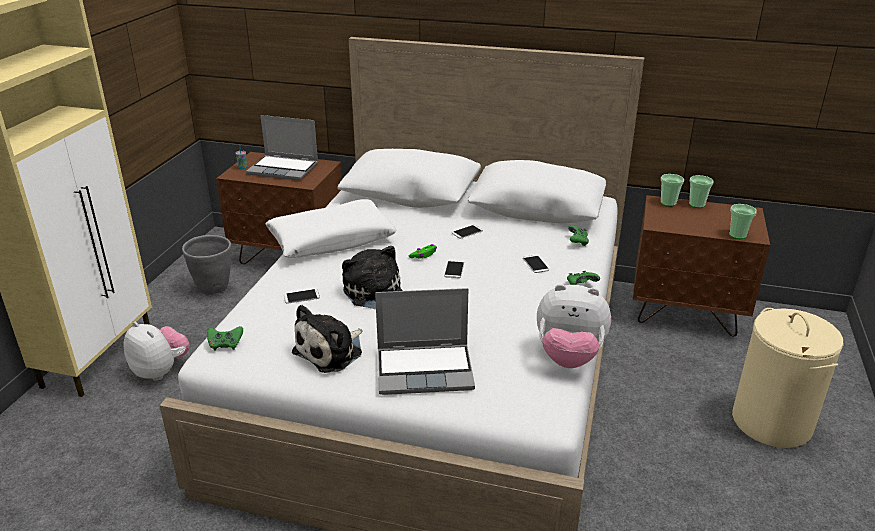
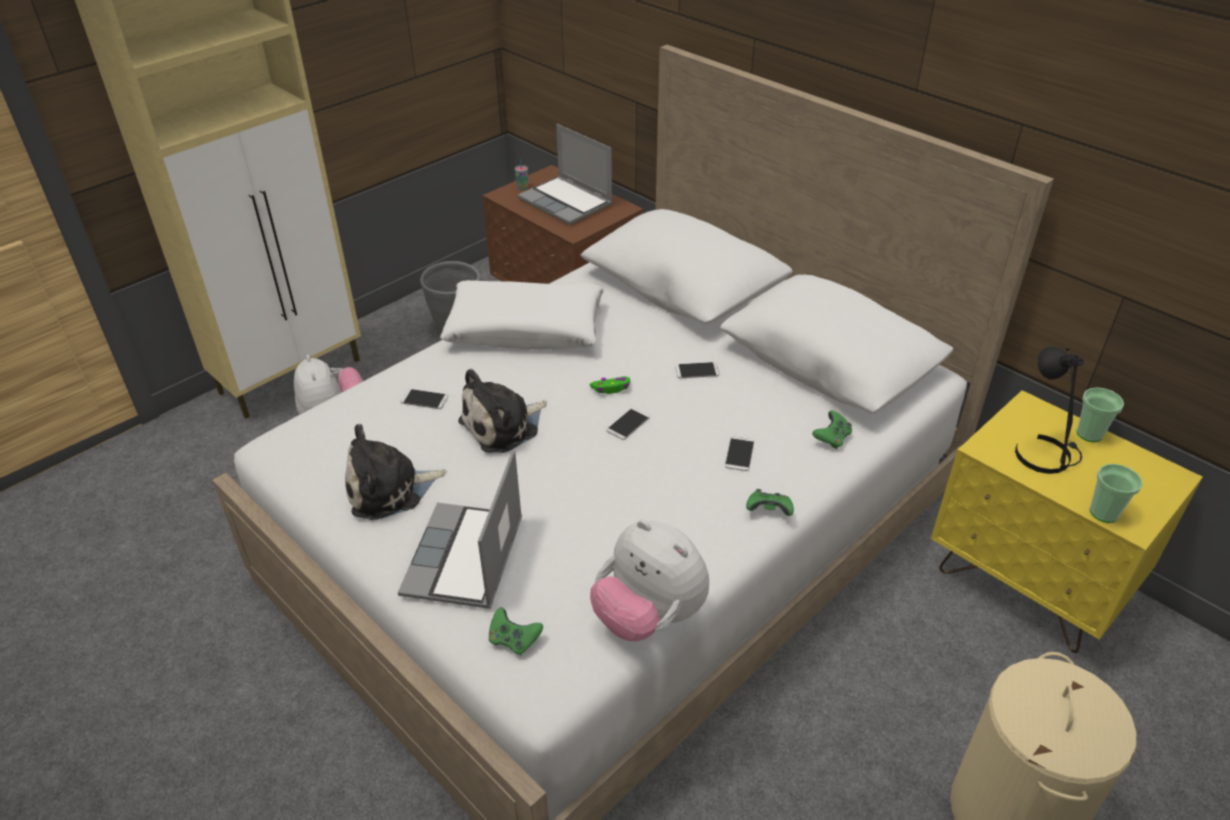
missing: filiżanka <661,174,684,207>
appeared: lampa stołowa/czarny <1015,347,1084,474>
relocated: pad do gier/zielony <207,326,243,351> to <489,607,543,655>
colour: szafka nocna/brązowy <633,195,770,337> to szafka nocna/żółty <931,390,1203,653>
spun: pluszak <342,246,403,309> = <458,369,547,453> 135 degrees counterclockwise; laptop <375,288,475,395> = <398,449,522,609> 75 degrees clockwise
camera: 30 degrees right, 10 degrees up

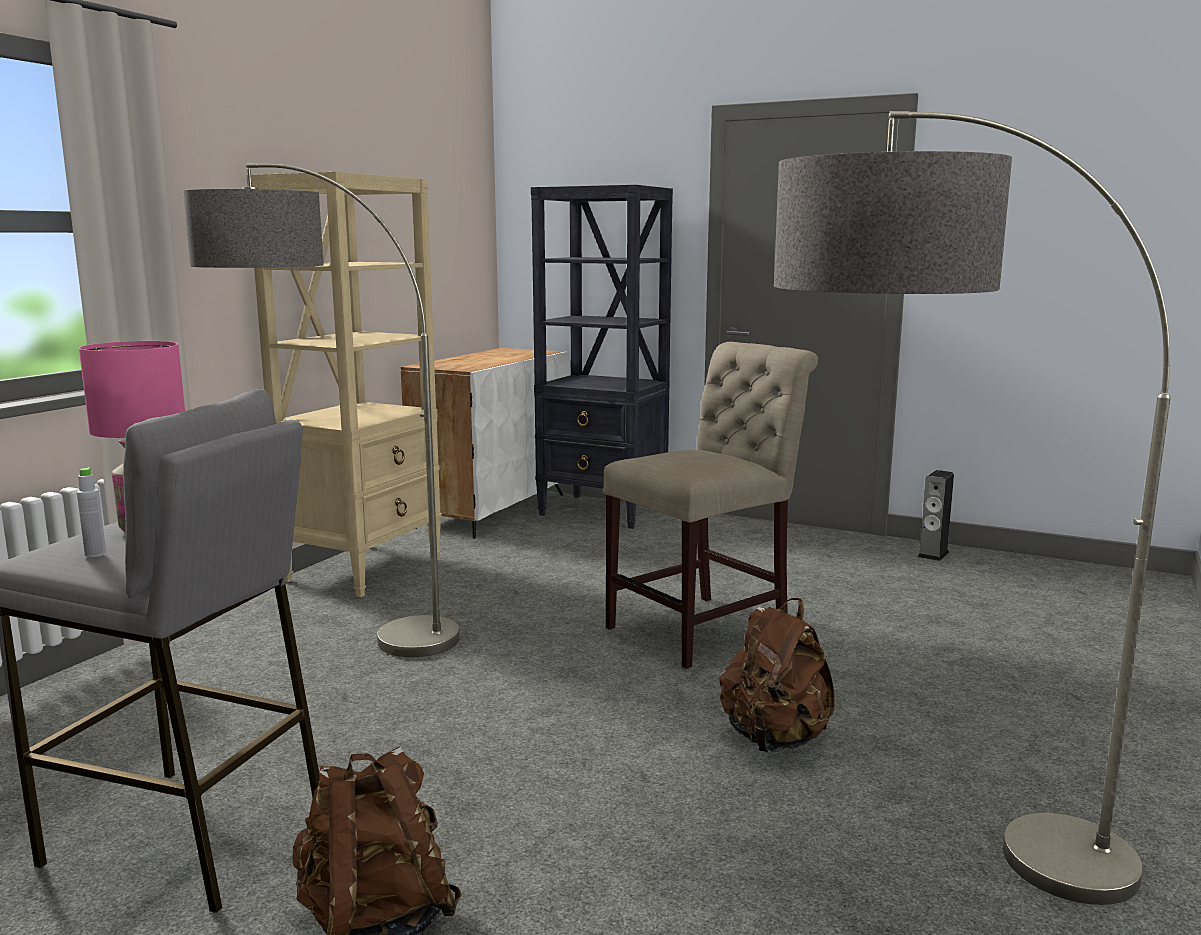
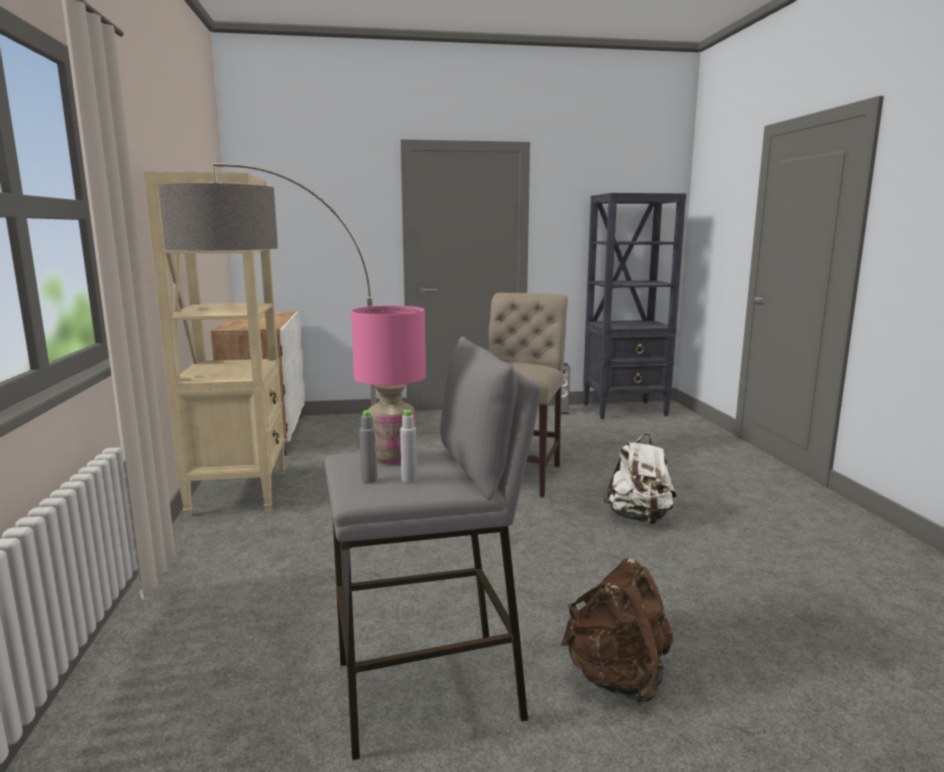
missing: lampa stojąca <774,111,1171,905>
appeared: butelka/szary <359,410,377,483>
relocated: regał/czarny <531,185,673,529> to <583,193,686,419>
colour: plecak/brązowy <720,598,835,752> to plecak/biały <603,433,677,524>
camera: 35 degrees left, 0 degrees up

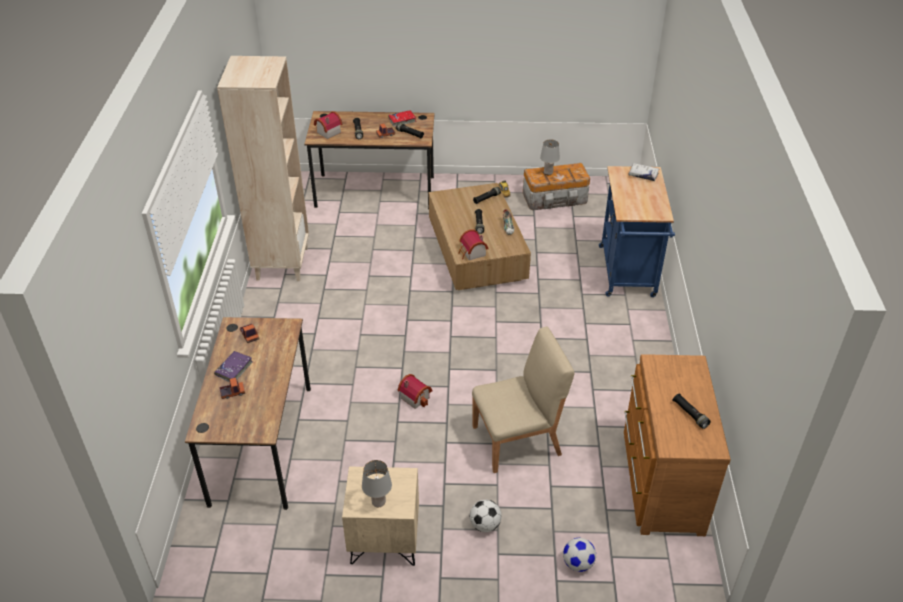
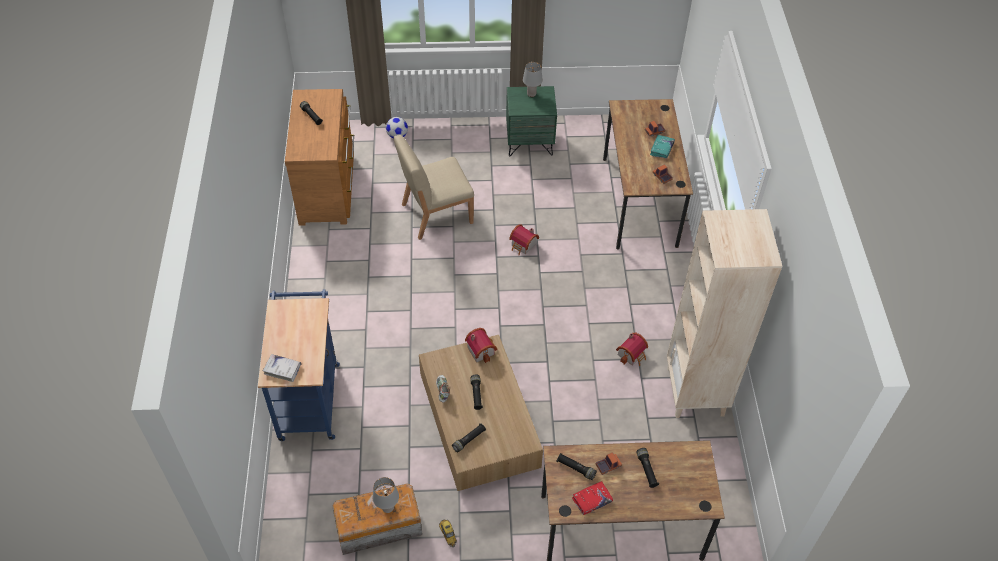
missing: piłka futbolowa <470,500,502,532>
relocated: domek <314,111,343,139> to <616,333,648,366>
colour: książka/fioletowy <214,351,253,382> to książka/turkusowy <650,135,675,159>; szafka nocna/beżowy <342,466,419,566> to szafka nocna/zielony <506,86,557,157>
camera: 175 degrees right, 10 degrees up

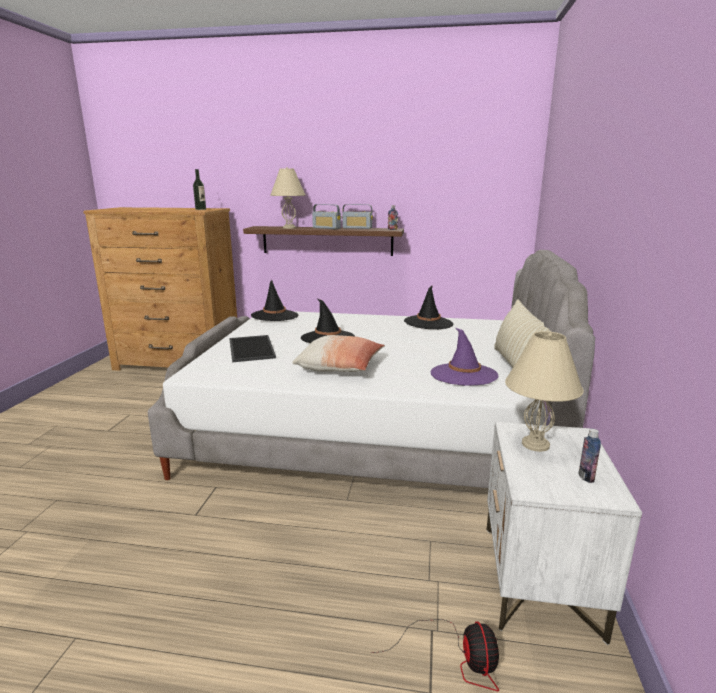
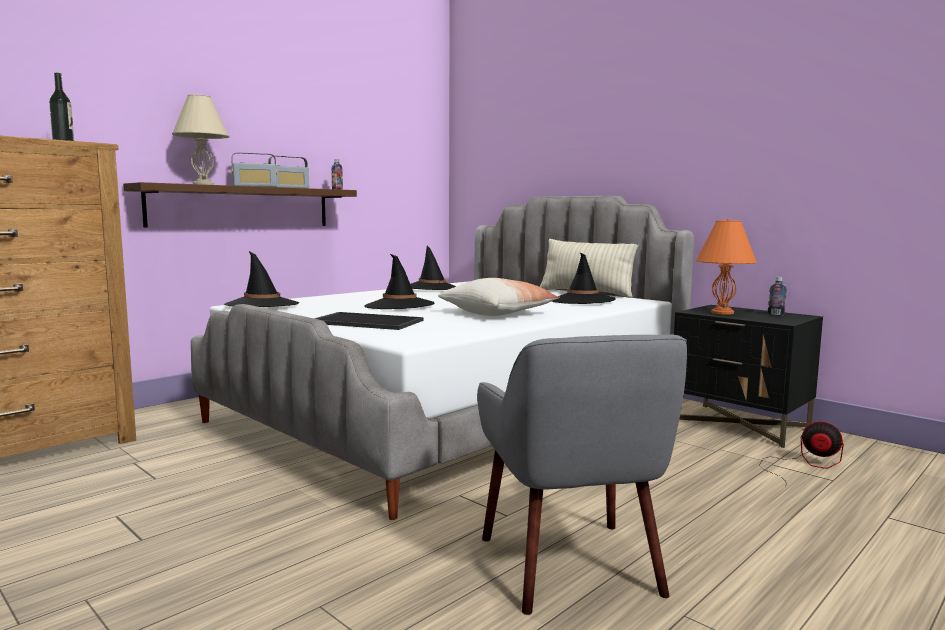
appeared: fotel/szary <477,334,687,615>
colour: kapelusz/fioletowy <430,328,498,386> to kapelusz/czarny <552,252,616,304>; lampa stołowa/beżowy <505,331,584,452> to lampa stołowa/pomarańczowy <696,218,757,315>; szafka nocna/biały <487,422,642,645> to szafka nocna/czarny <674,305,823,448>
camera: 55 degrees left, 10 degrees down

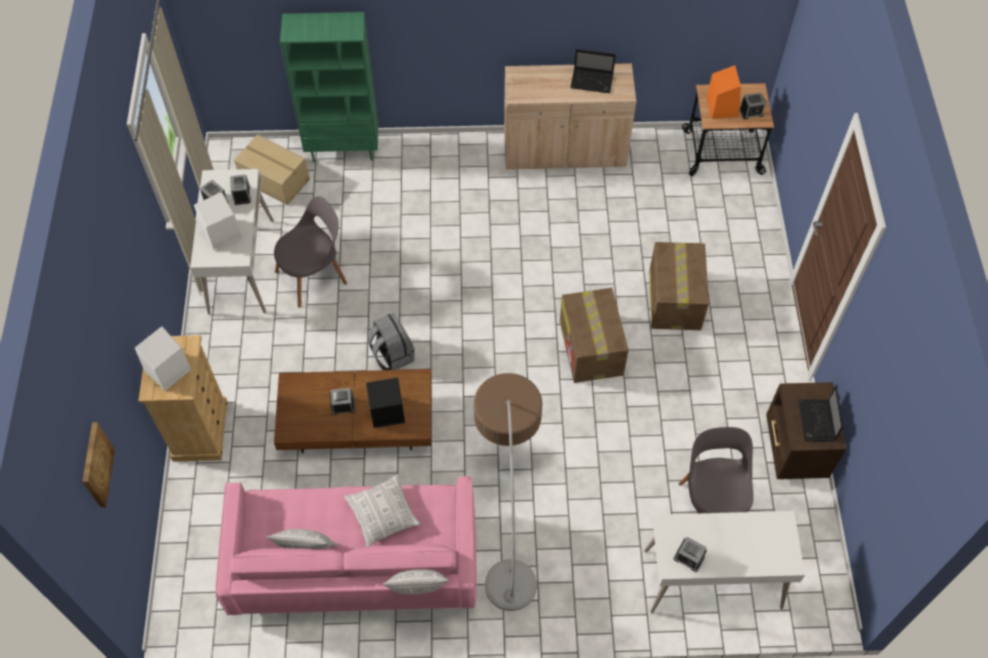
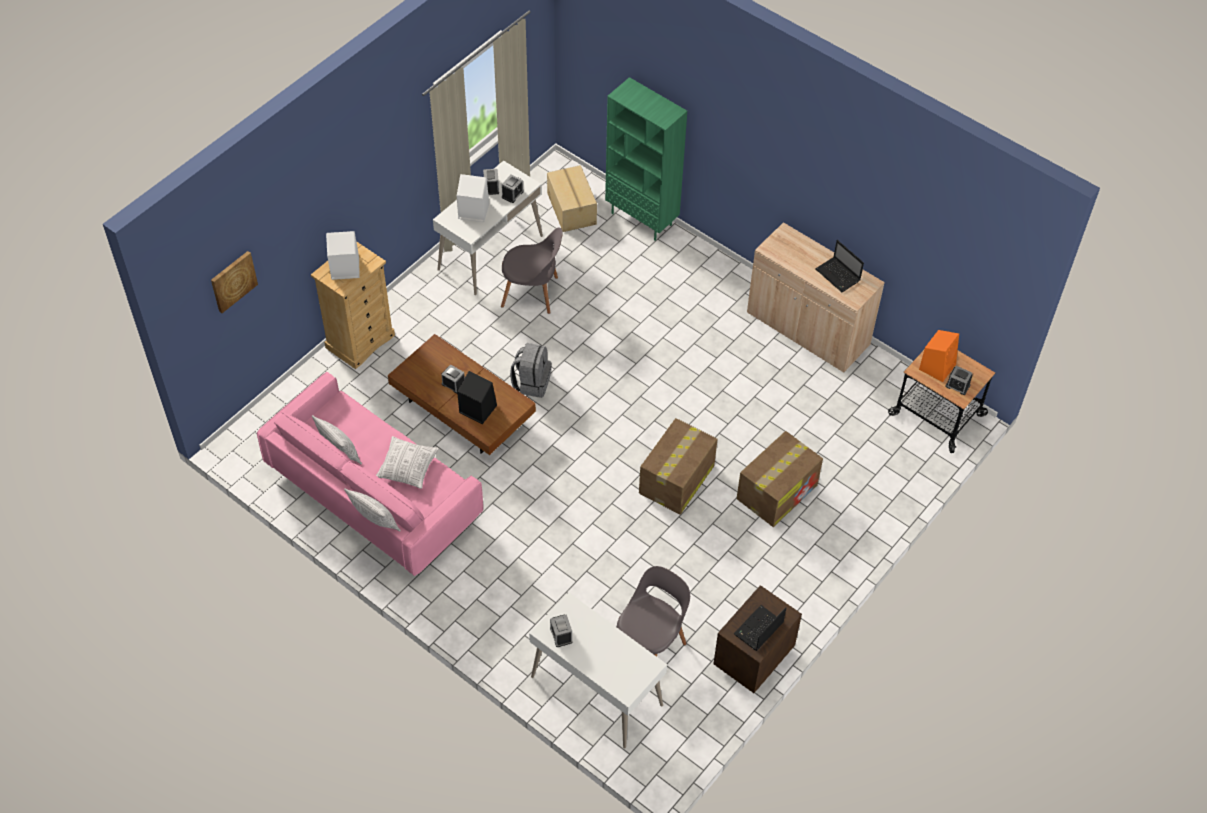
missing: lampa stojąca <474,373,542,611>
camera: 40 degrees right, 5 degrees down

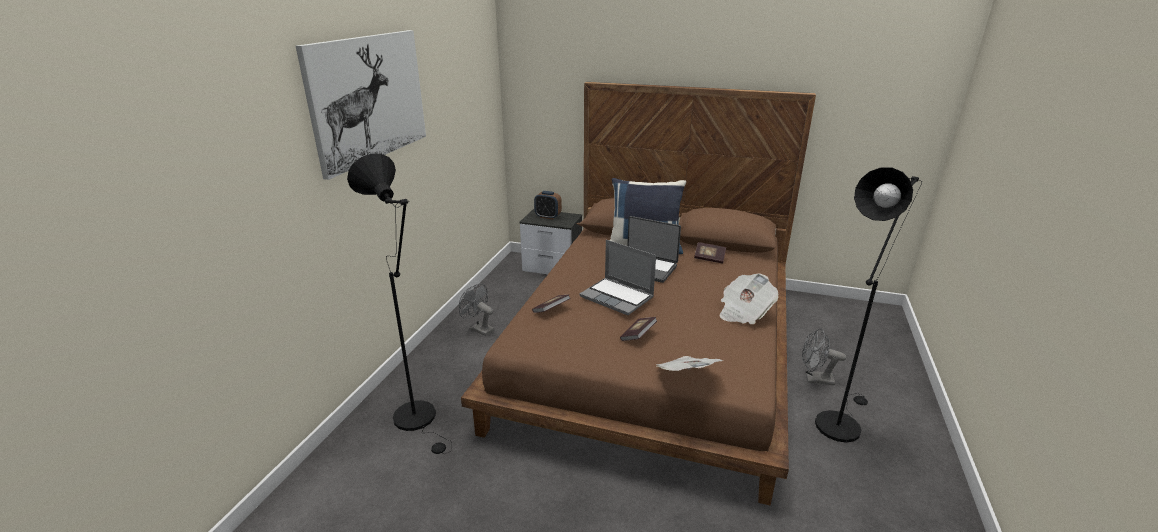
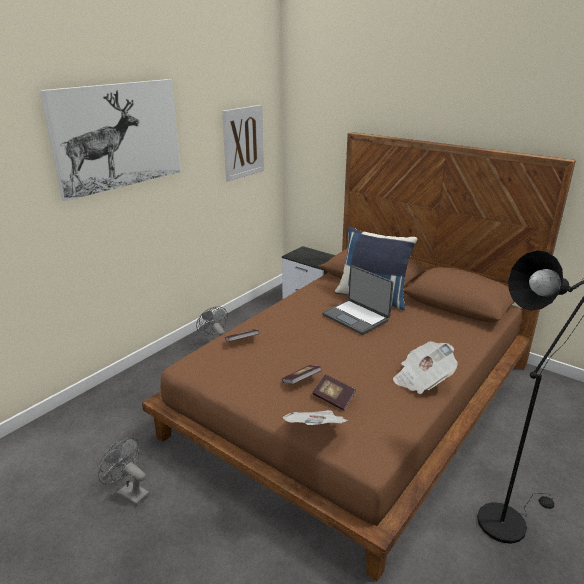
missing: lampa stojąca/czarny <347,154,451,454>; budzik <534,191,562,219>; laptop <579,240,656,315>
appeared: obraz <222,105,264,181>
relocated: książka <694,242,726,264> to <312,374,356,411>; wentylator/szary <802,328,846,385> to <98,437,149,506>
camera: 20 degrees right, 0 degrees up

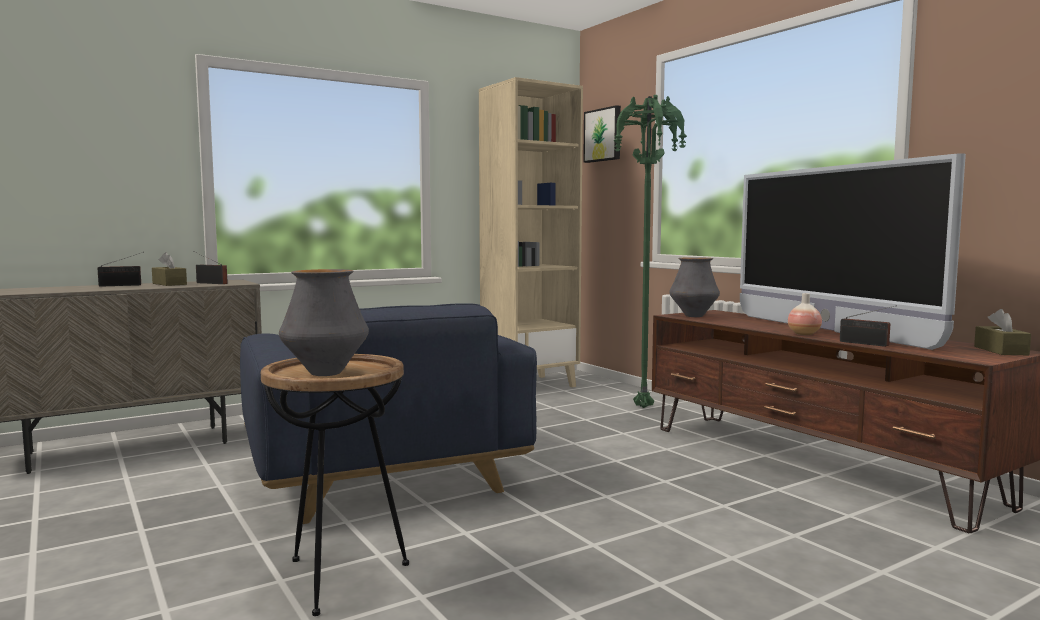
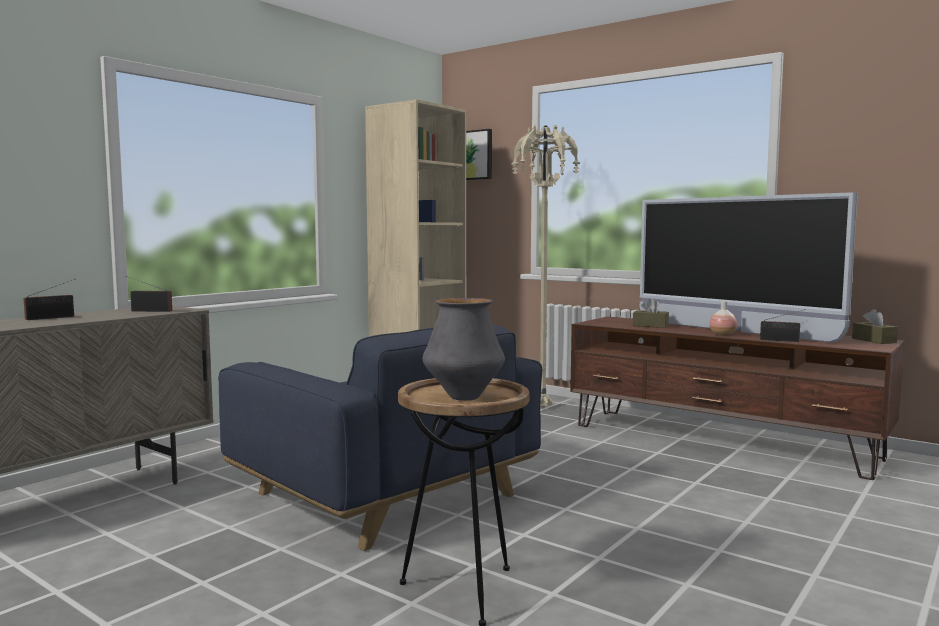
missing: wazon <669,257,720,317>
relocated: pudełko chusteczek/brązowy <152,252,187,286> to <633,299,669,328>
colour: lampa stojąca/zielony <614,95,687,408> to lampa stojąca/beżowy <511,125,580,408>
camera: 20 degrees left, 0 degrees up

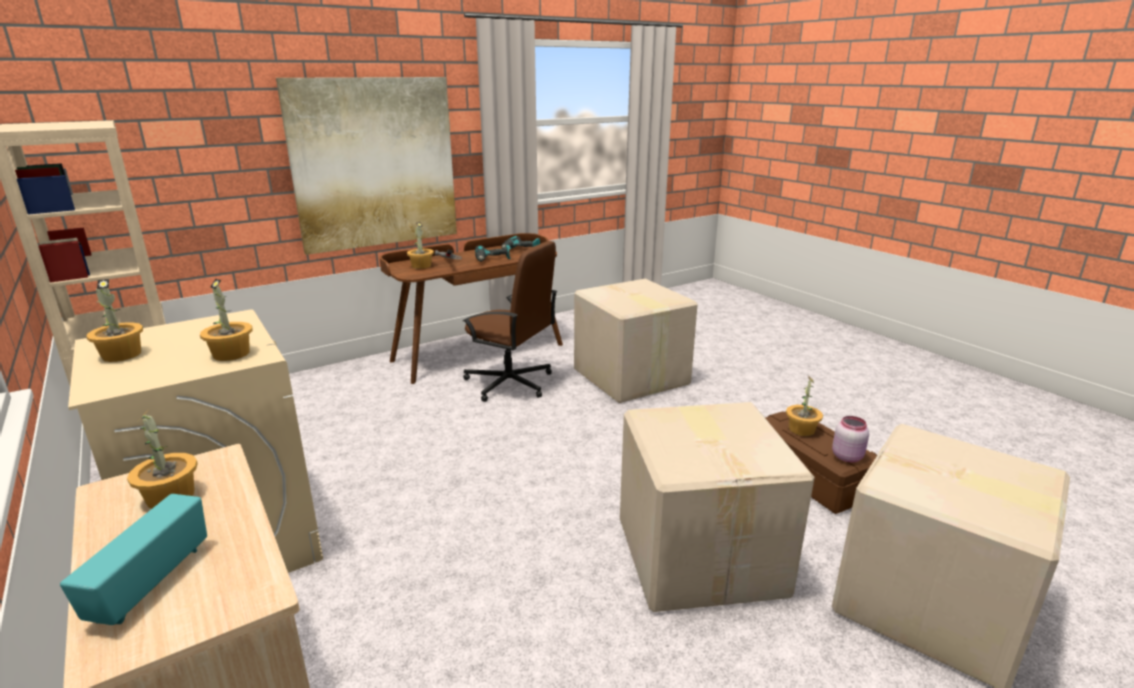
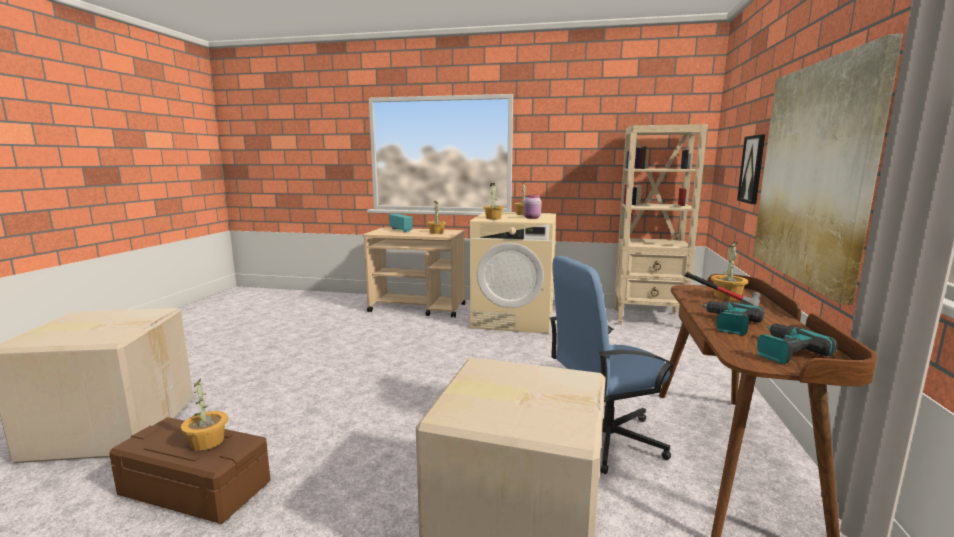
missing: karton <620,402,815,612>
appeared: obraz <737,135,765,204>
relocated: słoik/różowy <832,416,869,463> to <524,194,541,219>
colour: krzesło biurowe/brązowy <463,241,558,402> to krzesło biurowe/niebieski <549,256,675,474>
camera: 135 degrees right, 10 degrees down

